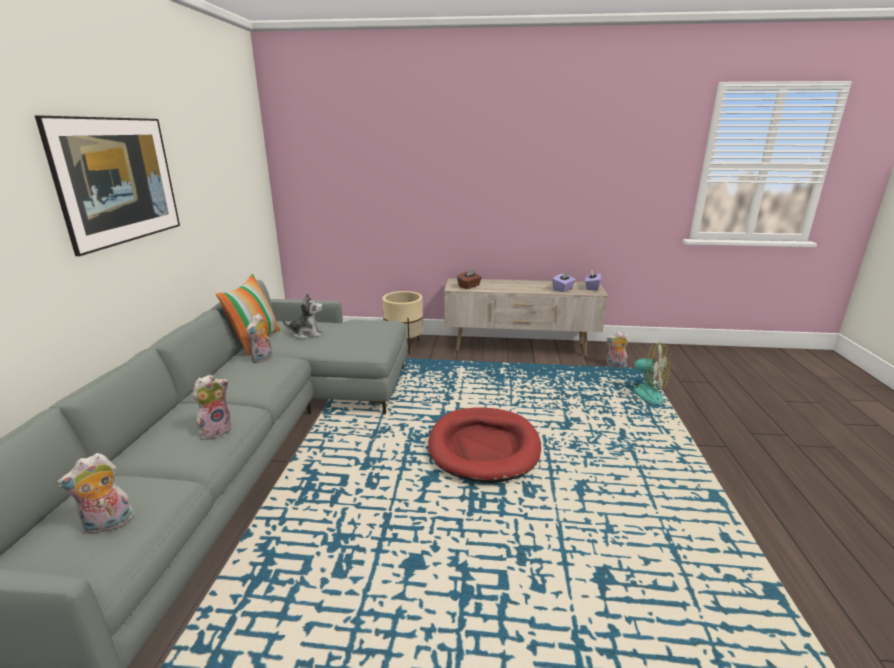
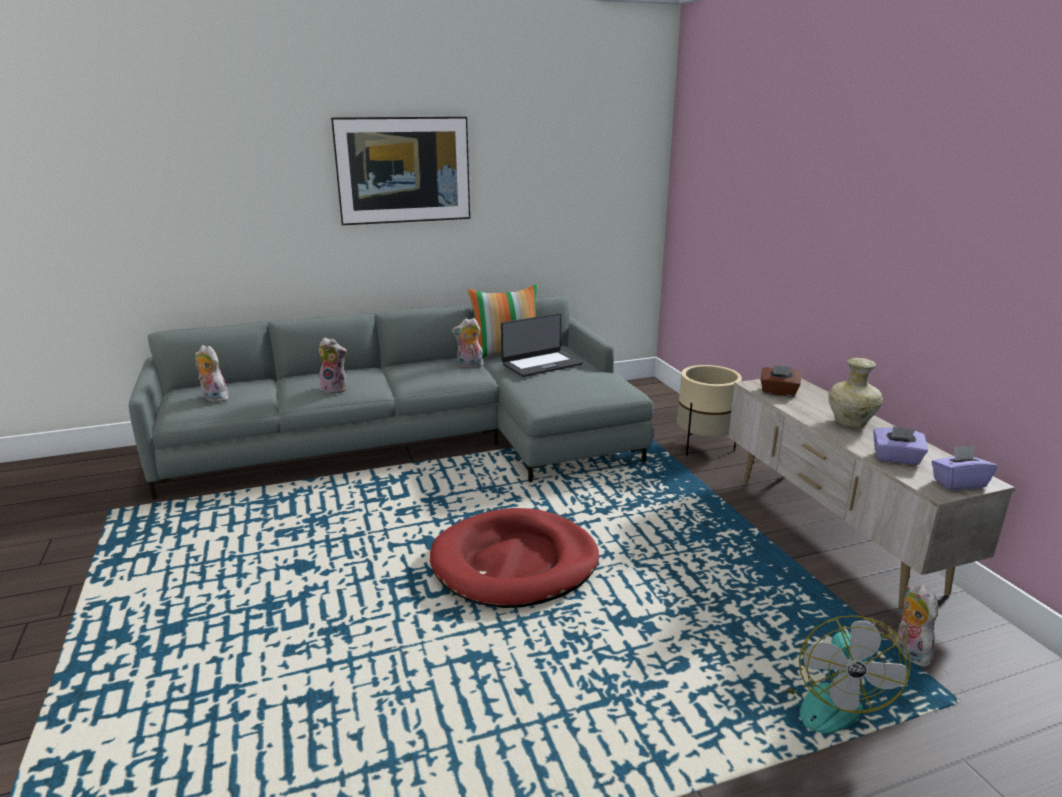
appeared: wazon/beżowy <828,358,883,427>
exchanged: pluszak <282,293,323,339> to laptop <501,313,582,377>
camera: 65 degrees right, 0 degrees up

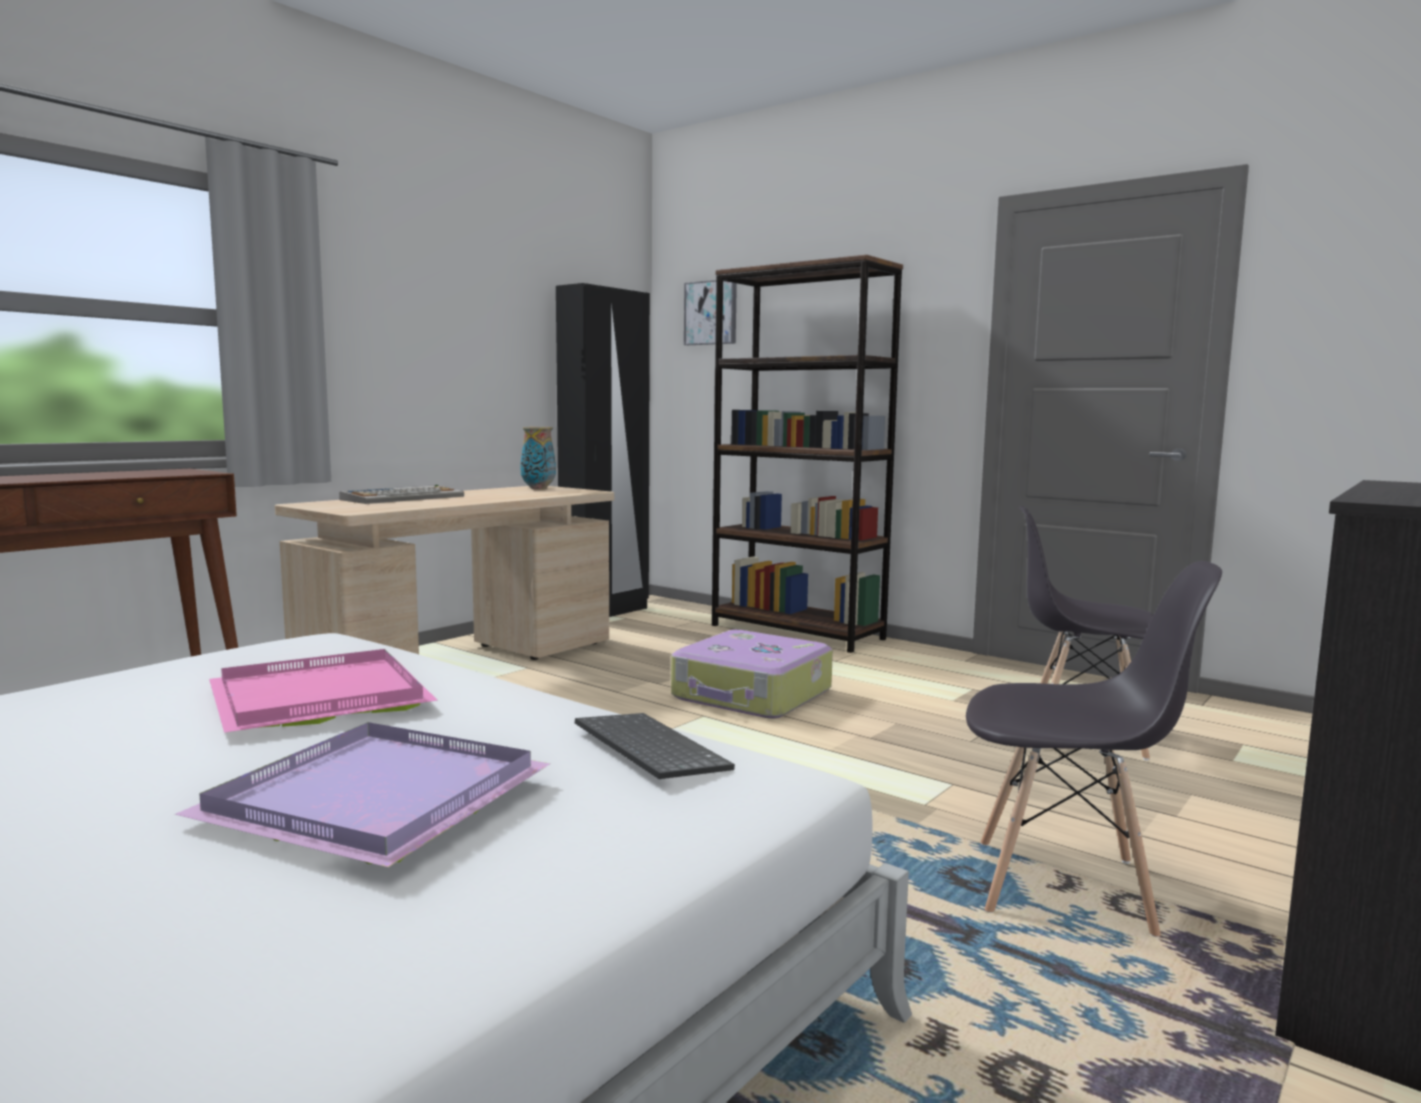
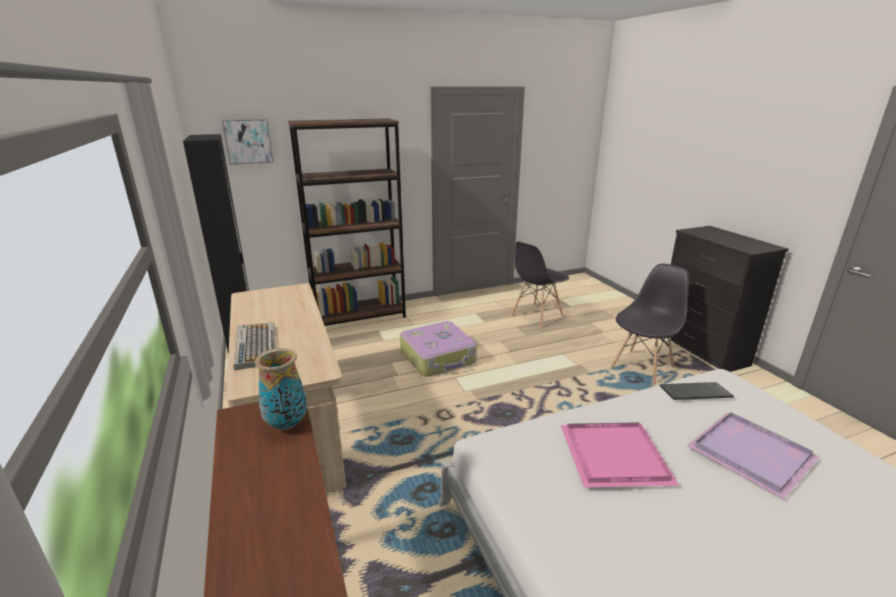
relocated: wazon <520,427,556,489> to <255,348,307,430>
camera: 60 degrees left, 15 degrees up

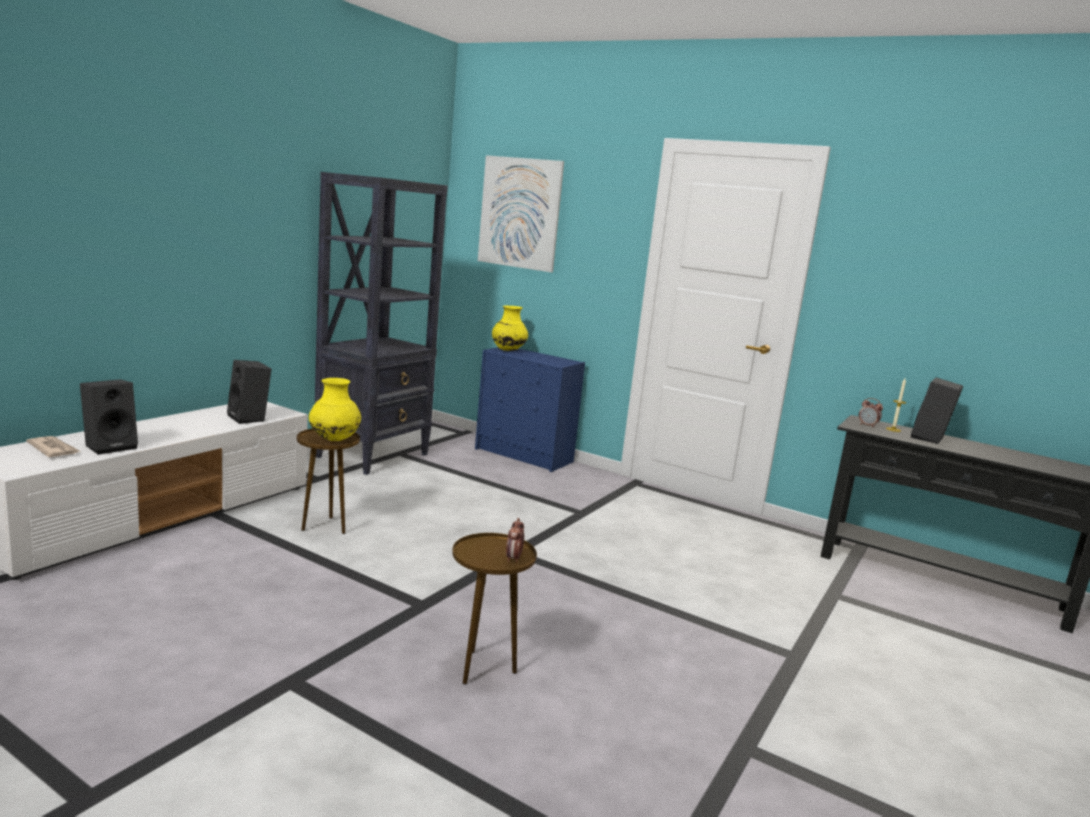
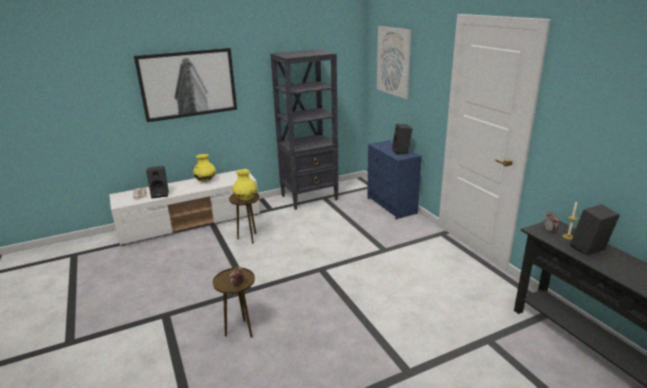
appeared: obraz <134,48,237,122>
relocated: wazon/żółty <492,306,528,351> to <193,154,216,182>; głośnik/czarny <227,360,272,424> to <392,124,412,155>
camera: 35 degrees right, 10 degrees up

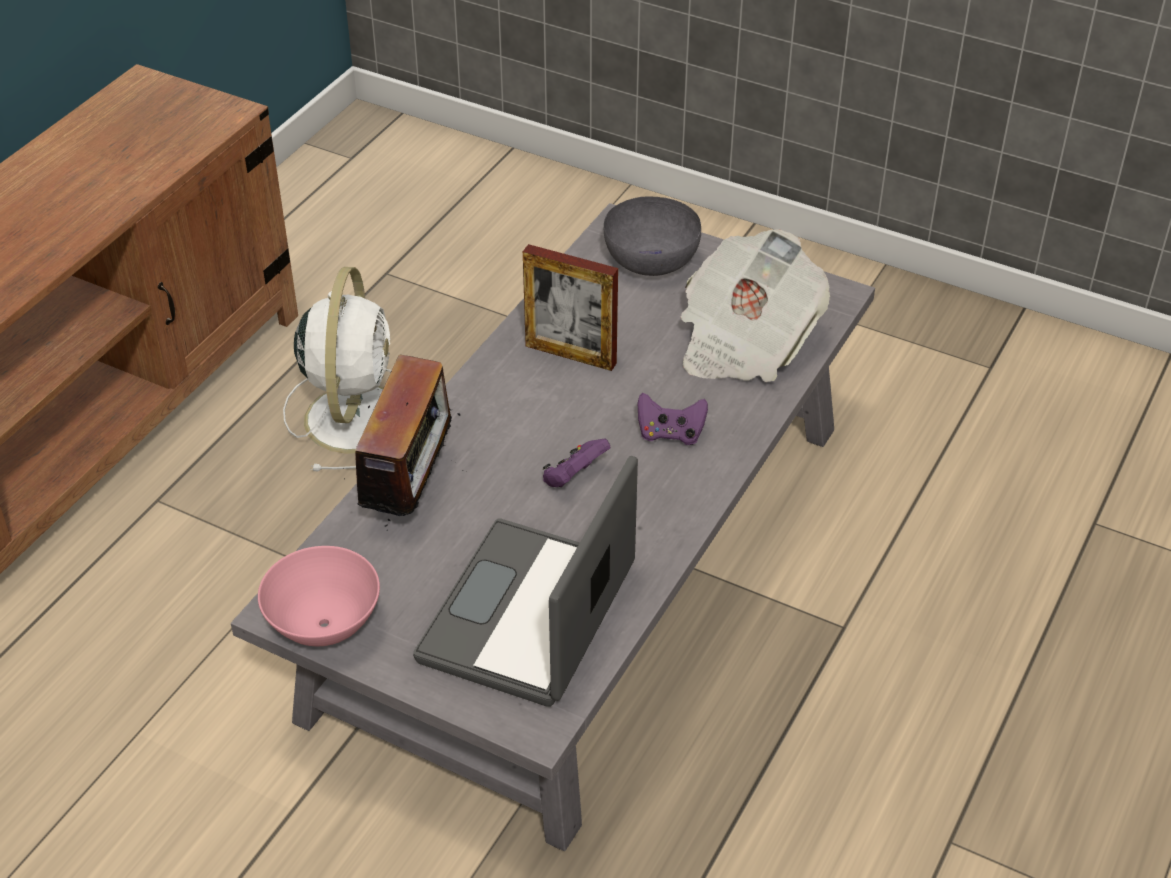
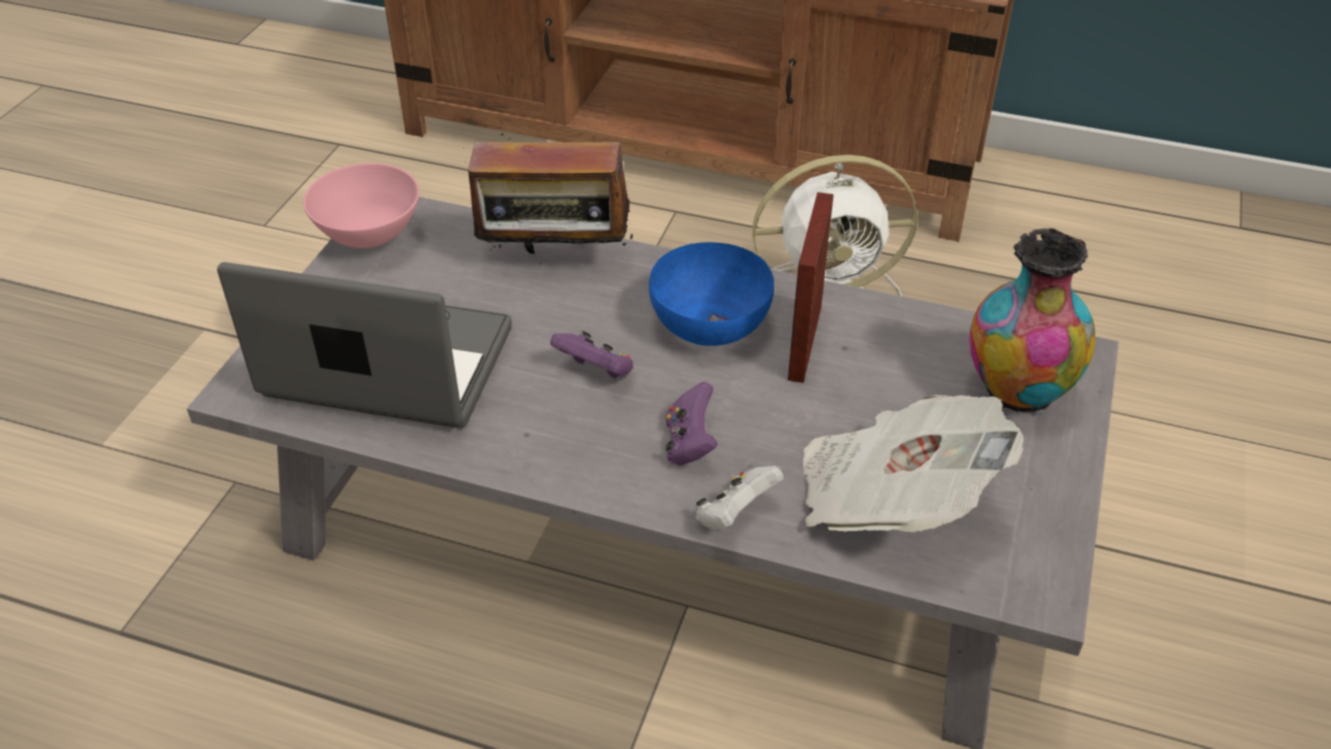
appeared: miska/niebieski <649,242,774,346>; pad do gier/biały <696,466,784,530>
exchanged: miska/szary <604,196,701,276> to wazon <969,228,1095,414>
camera: 80 degrees right, 0 degrees up

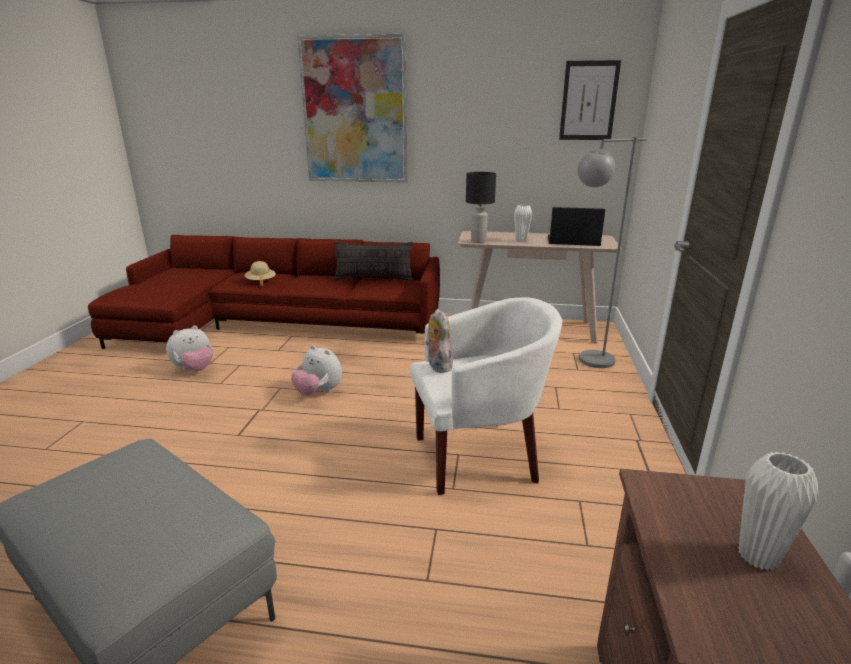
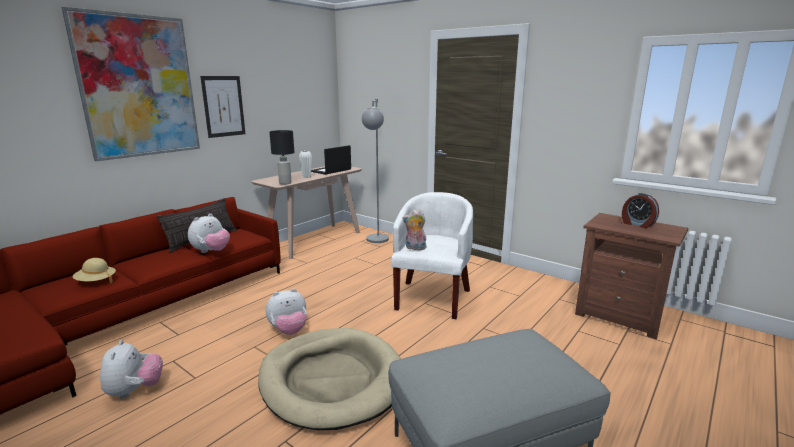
appeared: pluszak <188,213,230,253>; legowisko/beżowy <258,328,401,430>
relocated: obraz <559,60,621,140> to <200,76,246,138>
exchanged: wazon/biały <739,452,818,571> to budzik <622,193,659,228>
camera: 60 degrees left, 5 degrees down

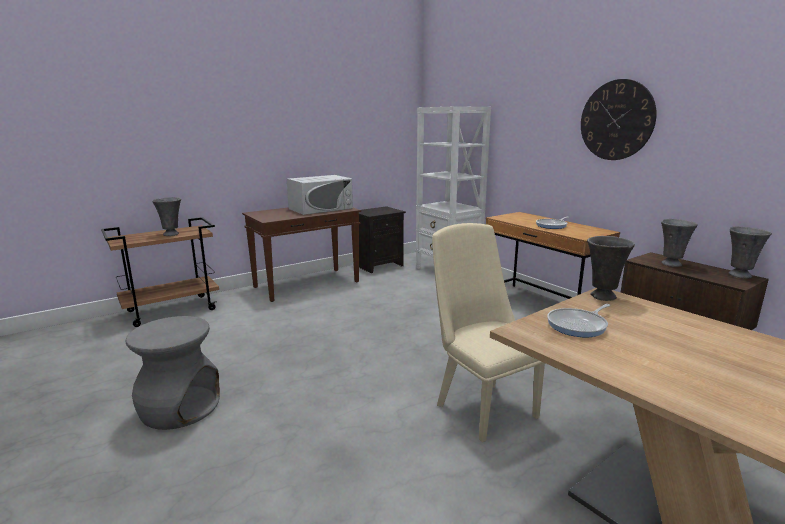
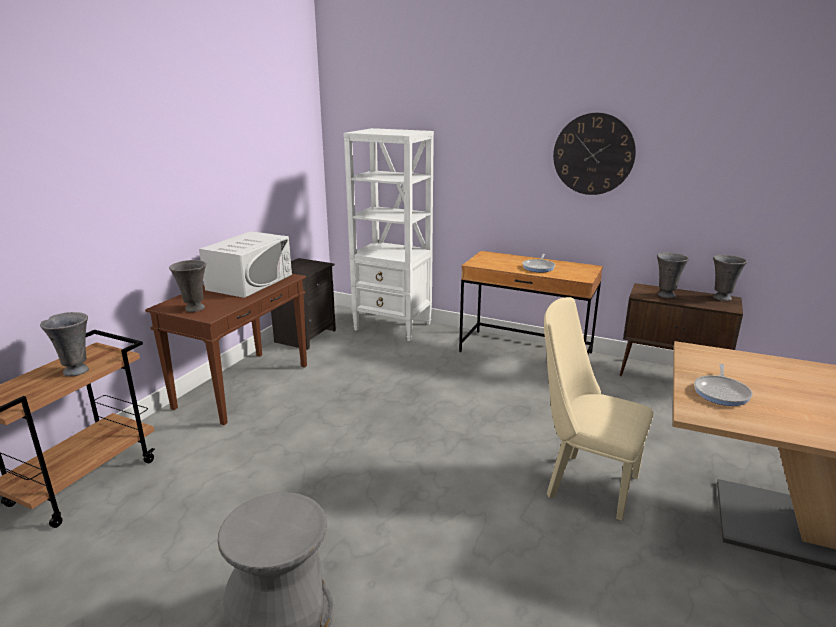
relocated: wazon/szary <587,236,635,301> to <169,260,206,312>
camera: 30 degrees left, 5 degrees up

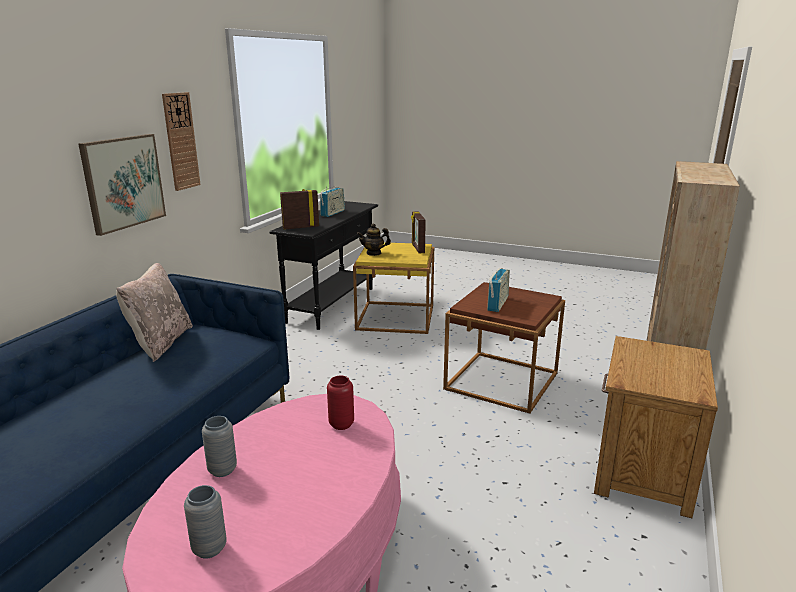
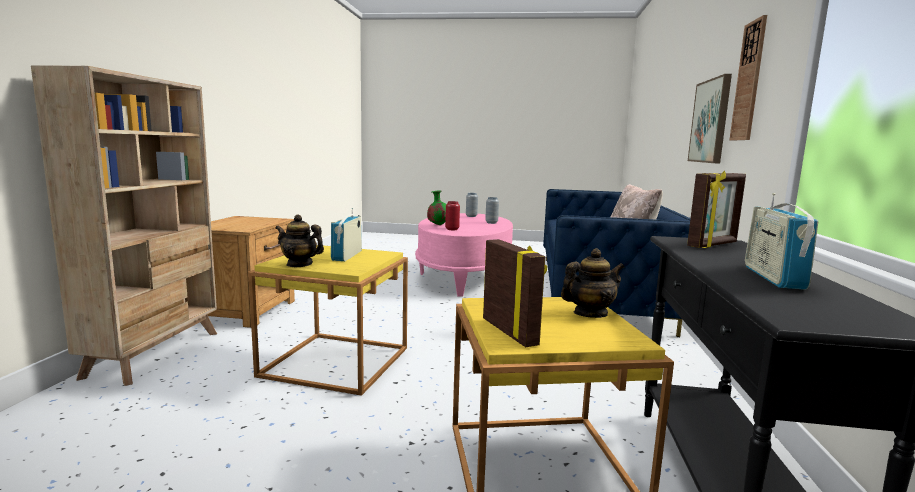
appeared: wazon/zielony <427,190,446,225>; imbryk <275,214,324,267>
colour: stolik/brązowy <443,282,565,414> to stolik/żółty <248,245,408,396>
camera: 165 degrees right, 10 degrees down

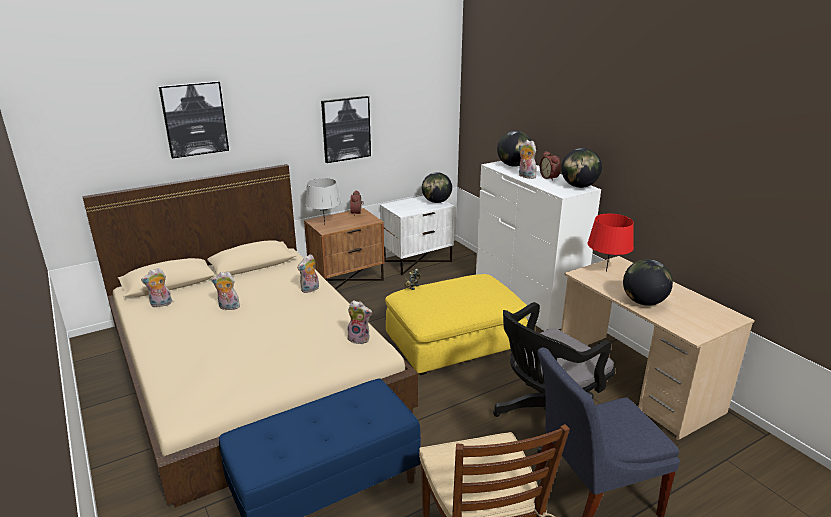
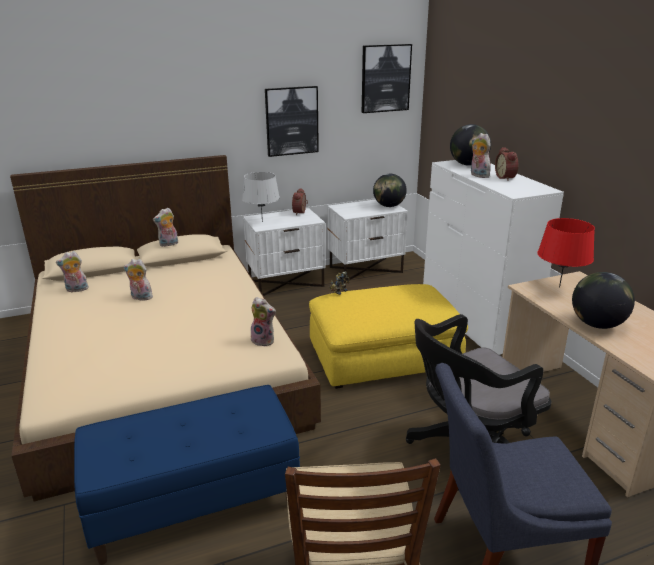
missing: globus <561,148,602,188>
relocated: obraz <159,81,229,158> to <362,44,412,113>; pluszak <297,254,319,293> to <153,207,178,247>
colour: szafka nocna/brązowy <304,208,385,290> to szafka nocna/biały <243,208,325,296>
camera: 10 degrees right, 0 degrees up

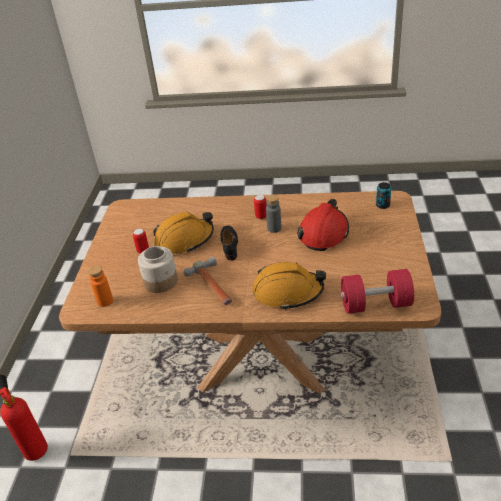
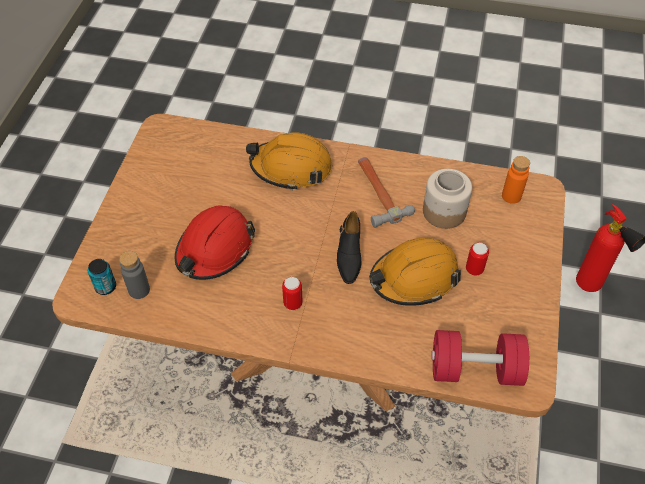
relocated: butelka/szary <266,195,282,233> to <119,251,150,299>; hantel/czerwony <341,269,414,314> to <431,330,529,386>
camera: 175 degrees left, 15 degrees up

